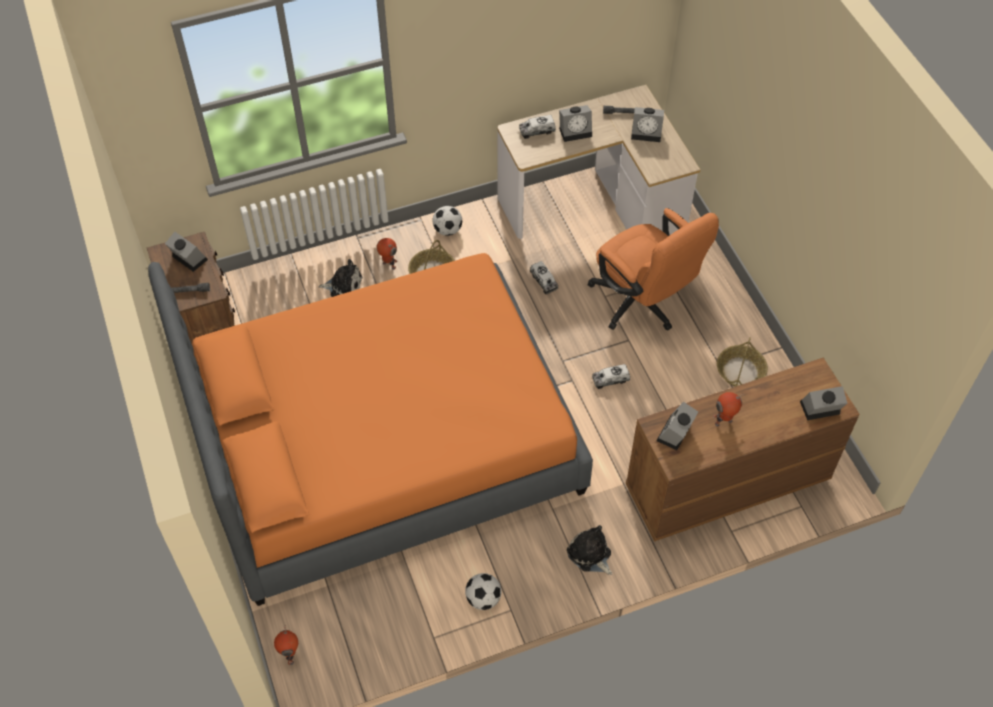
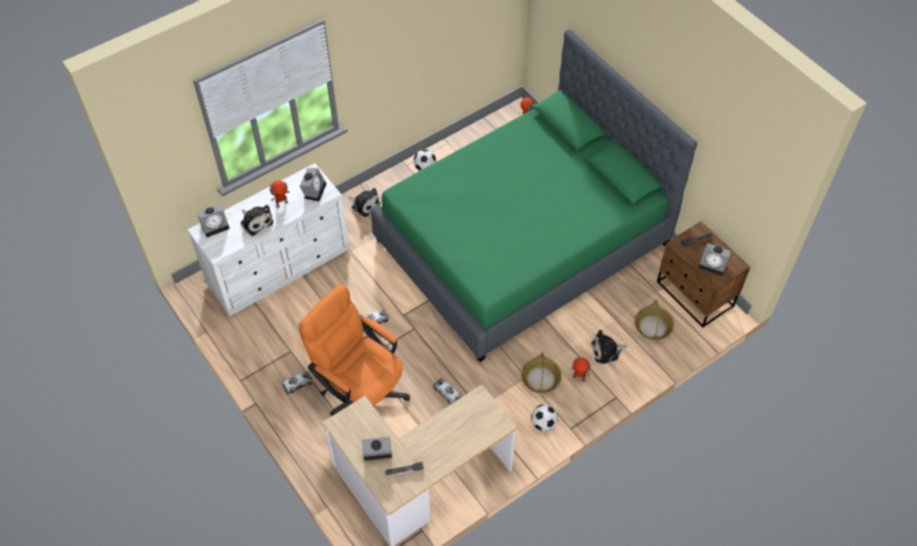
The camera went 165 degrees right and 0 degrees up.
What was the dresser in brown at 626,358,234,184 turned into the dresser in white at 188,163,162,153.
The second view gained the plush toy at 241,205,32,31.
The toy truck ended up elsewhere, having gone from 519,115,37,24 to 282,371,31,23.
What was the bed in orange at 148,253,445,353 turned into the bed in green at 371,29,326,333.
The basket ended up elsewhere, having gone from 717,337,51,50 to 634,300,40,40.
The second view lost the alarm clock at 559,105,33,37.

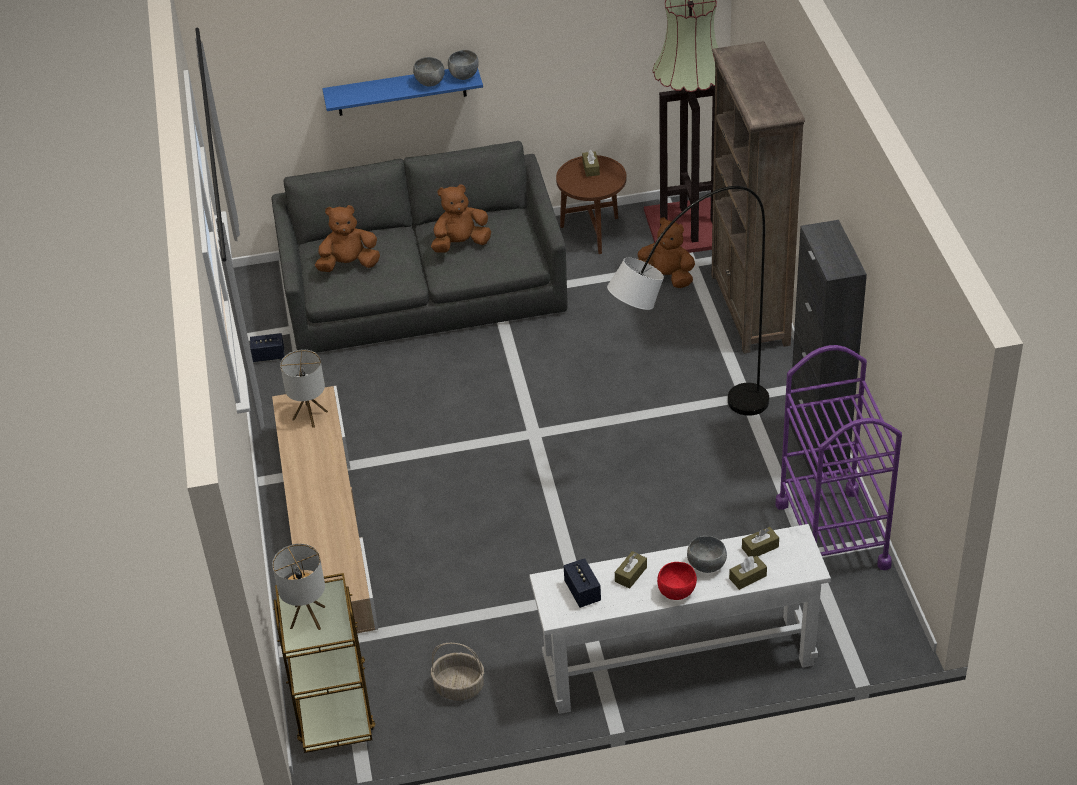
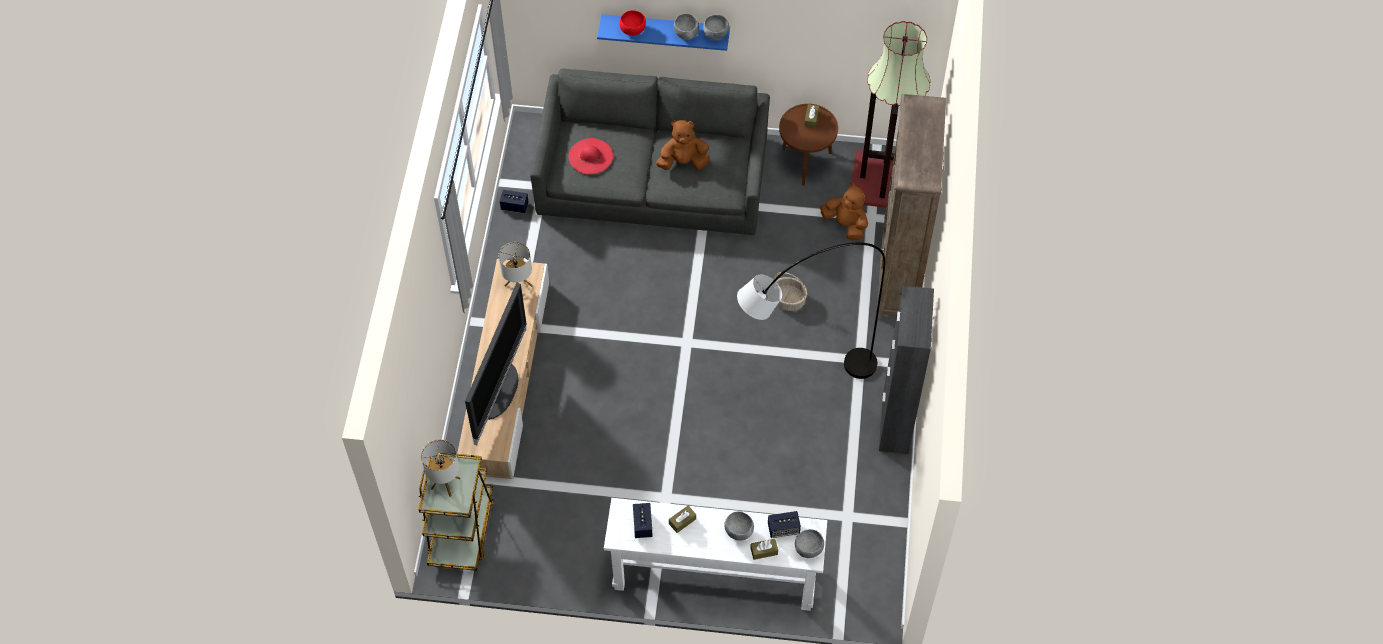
The camera went 15 degrees right and 15 degrees up.
The second view gained the television at 465,283,62,162.
Where the plush toy in brown stood at 315,205,65,67, the hat in red came to stand at 568,138,45,37.
The bowl in red ended up elsewhere, having gone from 657,562,40,38 to 620,10,26,26.
Where the tissue box in brown stood at 742,527,37,30, the speaker came to stand at 768,511,33,27.
The basket ended up elsewhere, having gone from 431,643,53,58 to 774,272,33,39.
The second view gained the bowl in grey at 795,529,29,29.
The second view lost the cart in purple at 775,345,127,225.

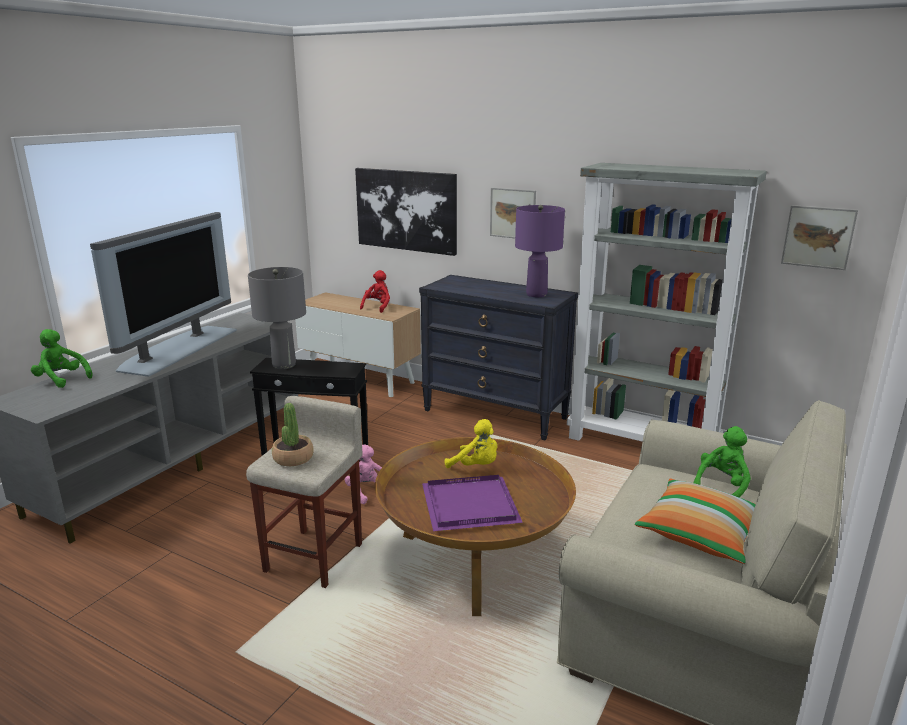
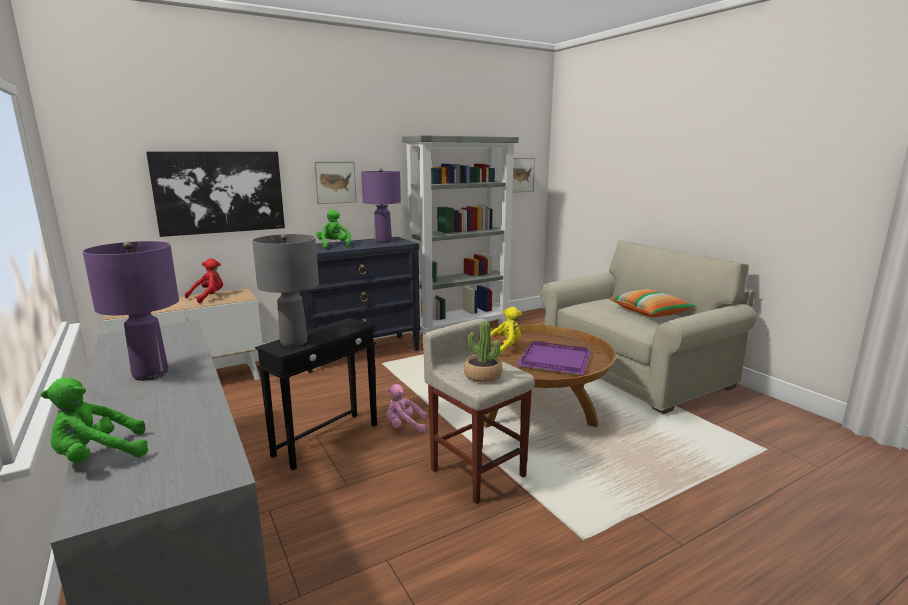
The camera went 60 degrees left and 5 degrees down.
Where the television stood at 90,212,147,165, the table lamp in purple came to stand at 83,241,96,140.
The plush toy in red at 360,270,30,43 ended up facing another way, 75 degrees clockwise from before.
The plush toy in green ended up elsewhere, having gone from 693,426,58,72 to 317,209,34,39.

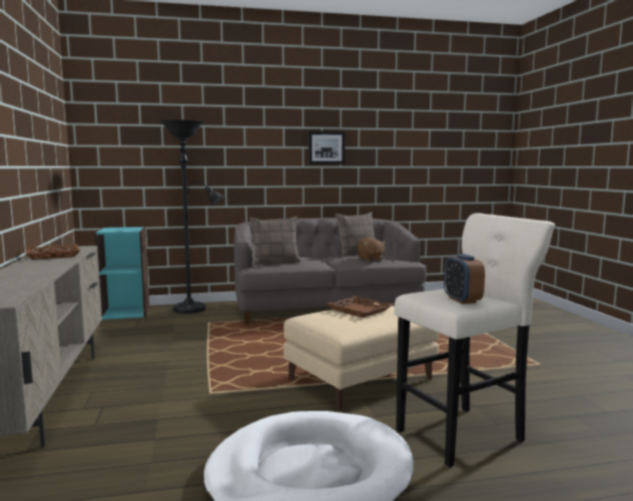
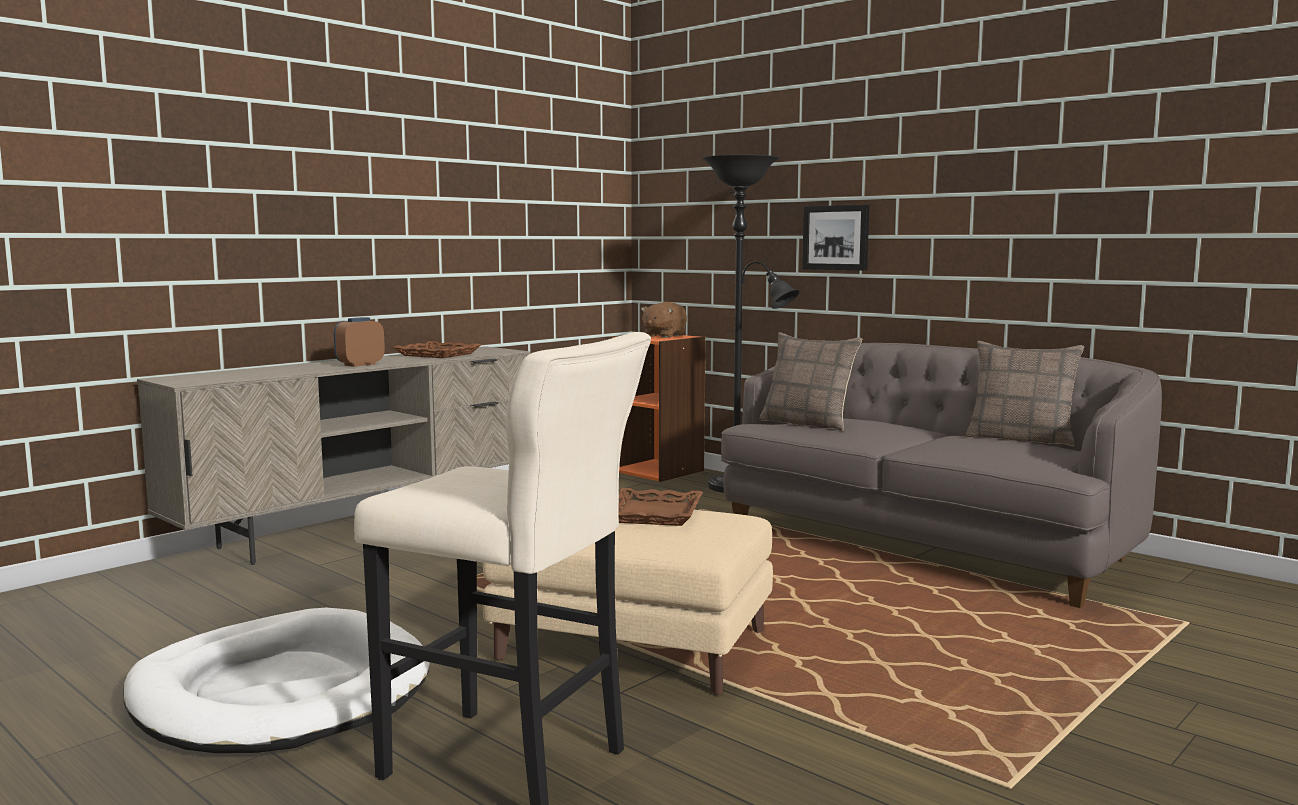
The camera went 55 degrees right and 0 degrees up.
The alarm clock ended up elsewhere, having gone from 444,254,41,50 to 334,317,51,50.
What was the bookcase in turquoise at 94,227,56,93 turned into the bookcase in orange at 611,335,94,147.
The plush toy in brown ended up elsewhere, having gone from 358,237,28,24 to 641,302,46,36.
The picture ended up elsewhere, having gone from 308,131,37,33 to 802,205,67,66.

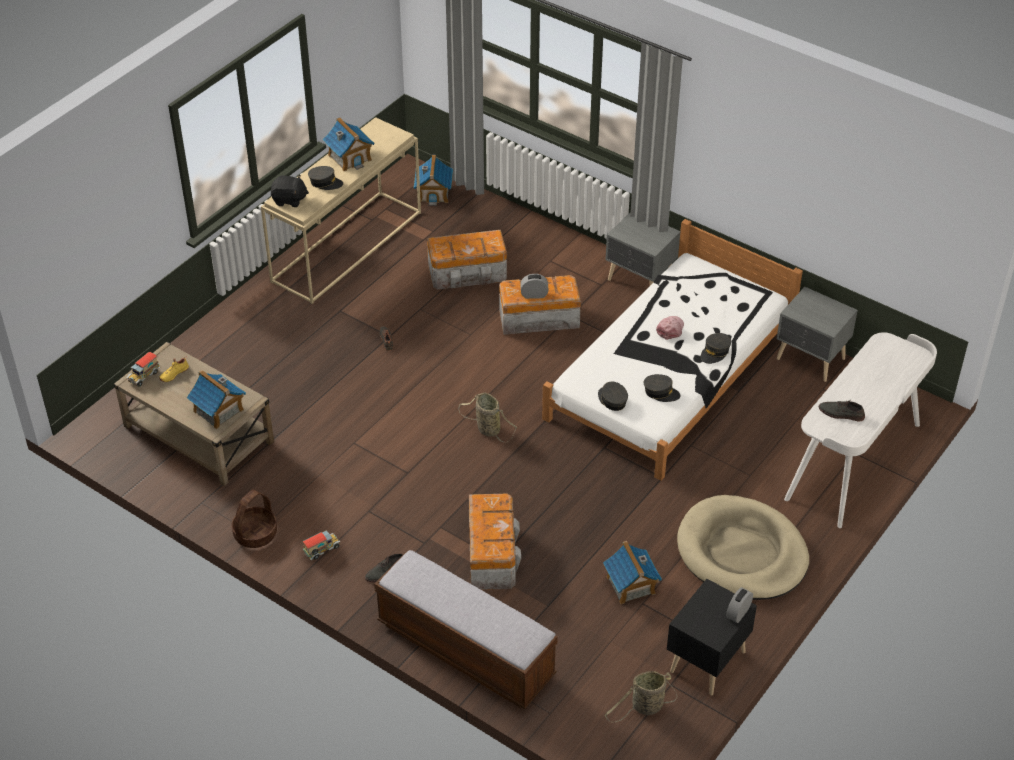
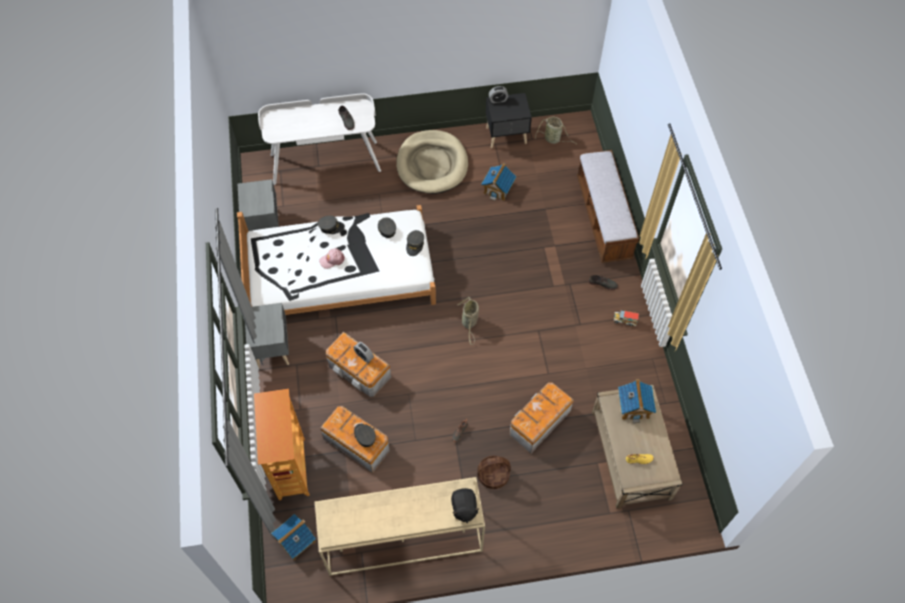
The camera went 135 degrees left and 15 degrees up.
The second view gained the bookcase at 254,389,56,111.
The cap in grey ended up elsewhere, having gone from 308,166,35,24 to 354,424,22,23.
The plush toy in black at 271,175,38,32 ended up facing another way, 150 degrees counterclockwise from before.
The basket ended up elsewhere, having gone from 232,490,45,58 to 477,456,34,33.
The storage box ended up elsewhere, having gone from 469,494,52,96 to 510,382,64,71.
The second view lost the toy truck at 126,352,34,35.
The second view lost the toy house at 323,117,51,54.

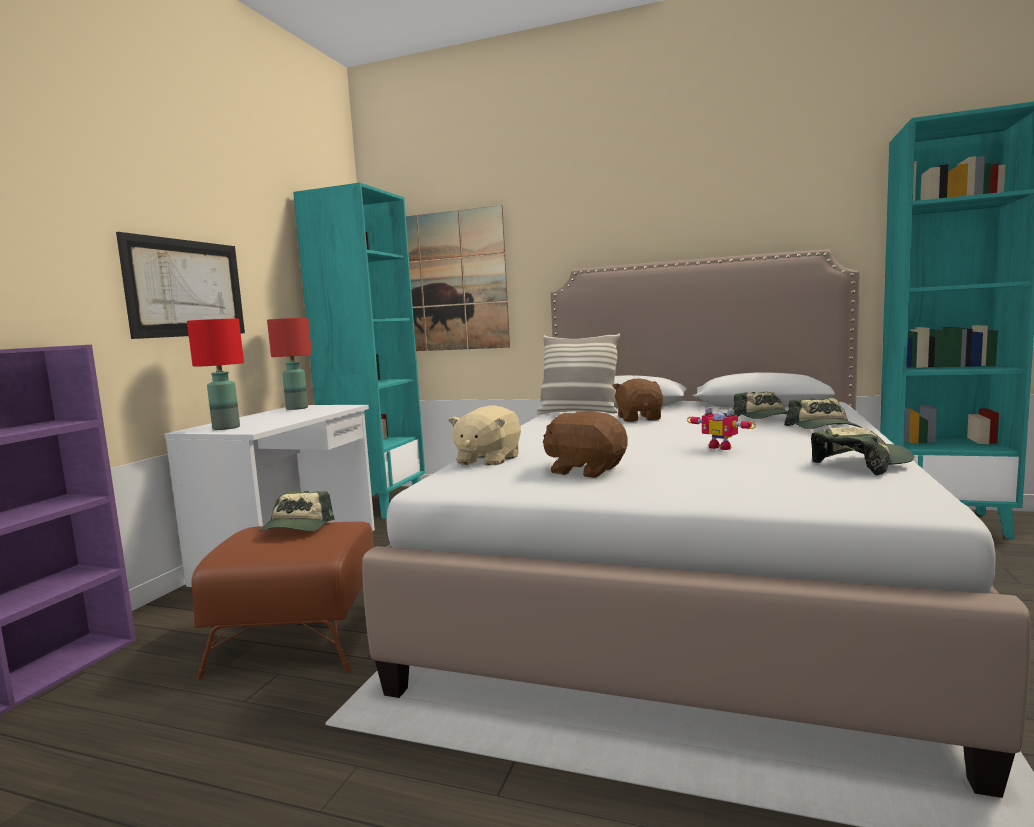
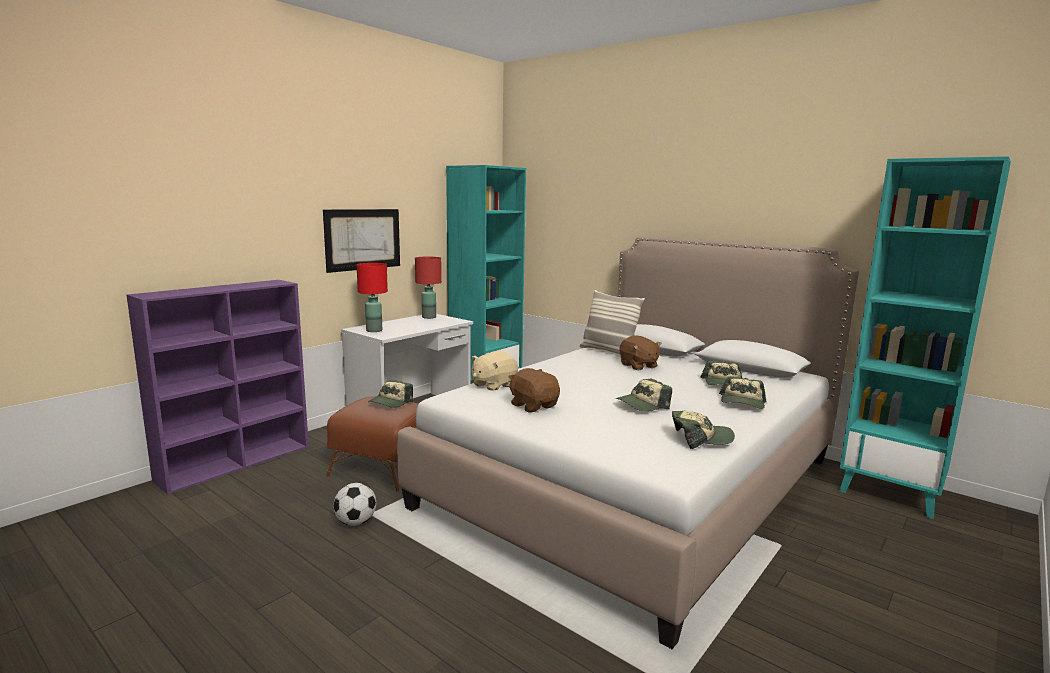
The camera went 20 degrees right and 5 degrees up.
The second view gained the football at 333,483,43,43.
Where the toy robot stood at 687,407,69,43, the cap came to stand at 616,378,56,33.
The plush toy in brown at 612,378,51,44 ended up facing another way, 135 degrees clockwise from before.
The second view lost the picture at 406,205,104,146.

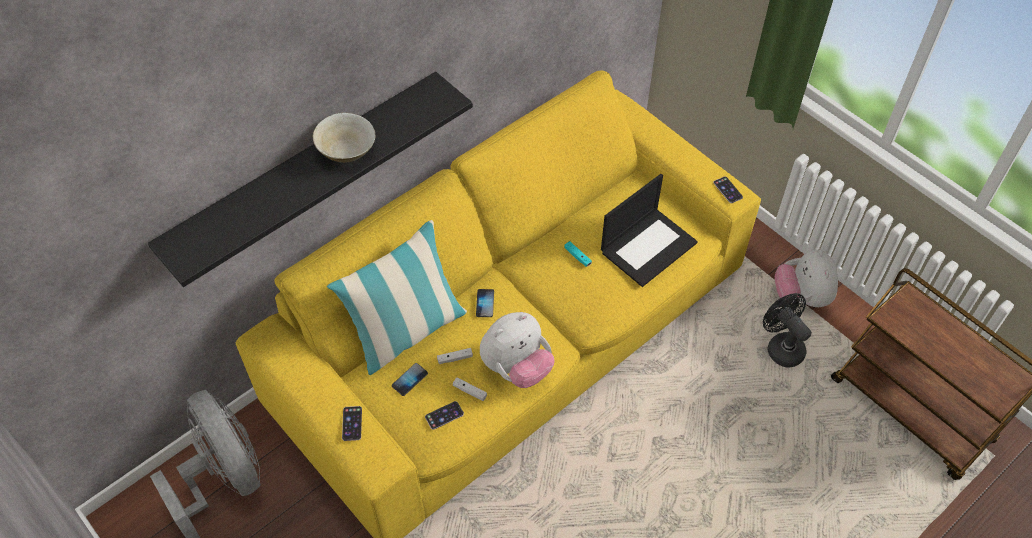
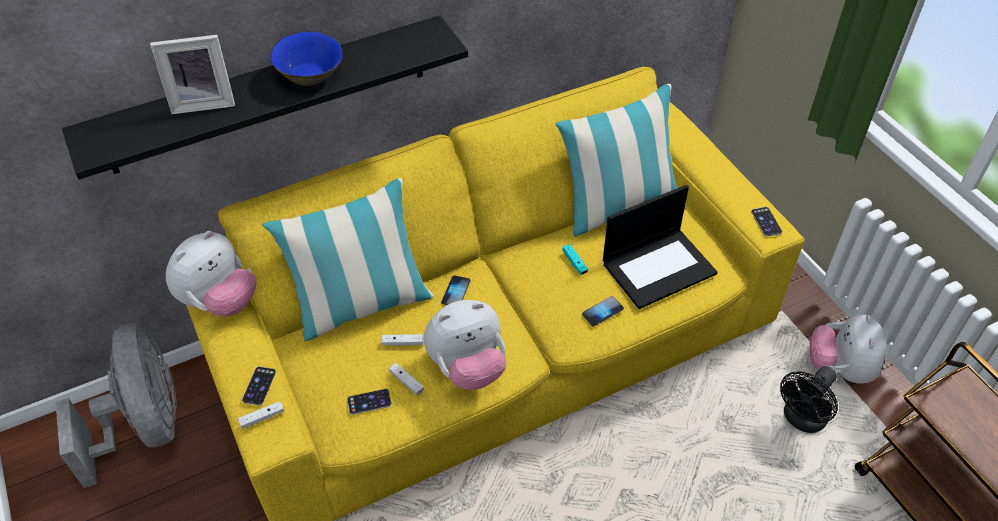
The camera went 15 degrees right and 5 degrees down.
The second view gained the picture frame at 150,35,85,79.
The second view gained the plush toy at 166,231,90,85.
The second view gained the game controller in white at 238,401,46,28.
What was the bowl in beige at 313,113,62,50 turned into the bowl in blue at 271,32,72,54.
The second view gained the pillow at 555,84,122,153.
The phone ended up elsewhere, having gone from 392,363,36,33 to 582,296,42,31.
The fan in black at 763,293,49,75 ended up facing another way, 120 degrees counterclockwise from before.

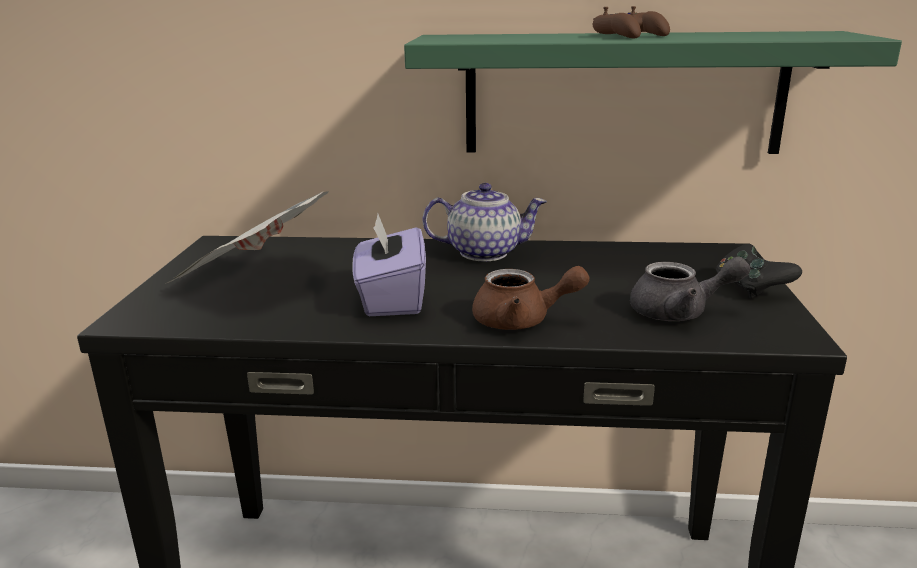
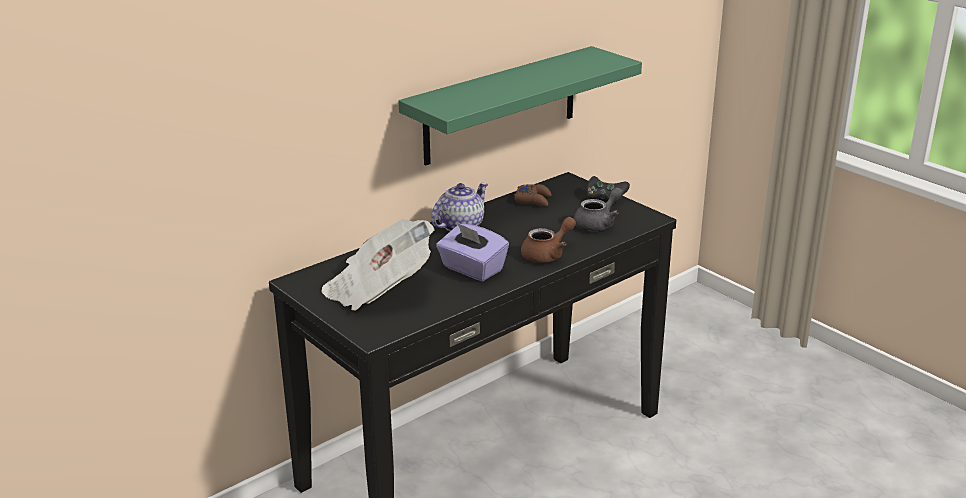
The camera went 45 degrees left and 5 degrees up.
The game controller in brown ended up elsewhere, having gone from 593,6,77,32 to 514,184,37,23.

